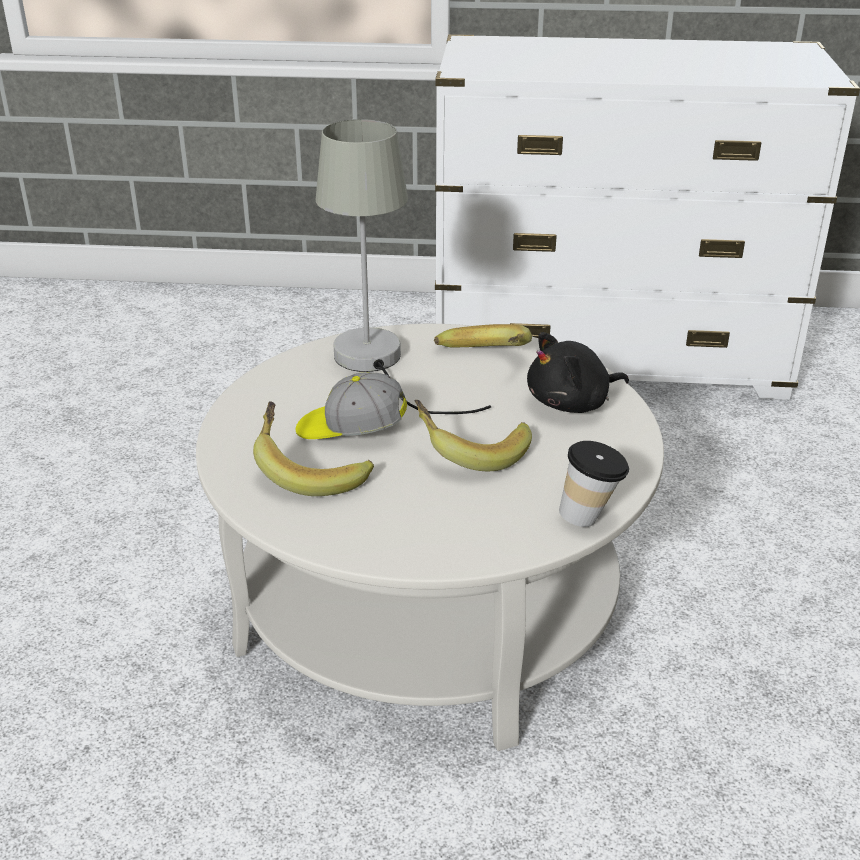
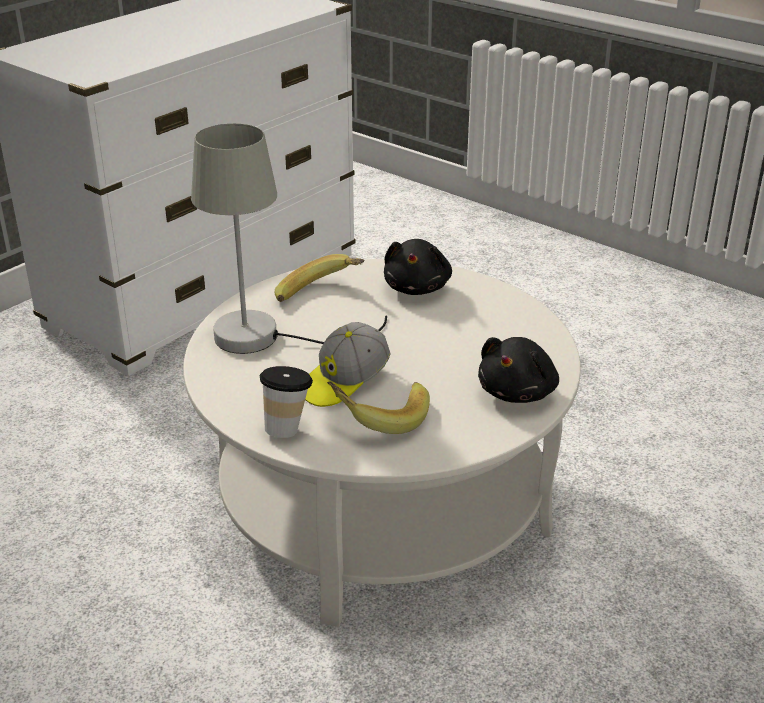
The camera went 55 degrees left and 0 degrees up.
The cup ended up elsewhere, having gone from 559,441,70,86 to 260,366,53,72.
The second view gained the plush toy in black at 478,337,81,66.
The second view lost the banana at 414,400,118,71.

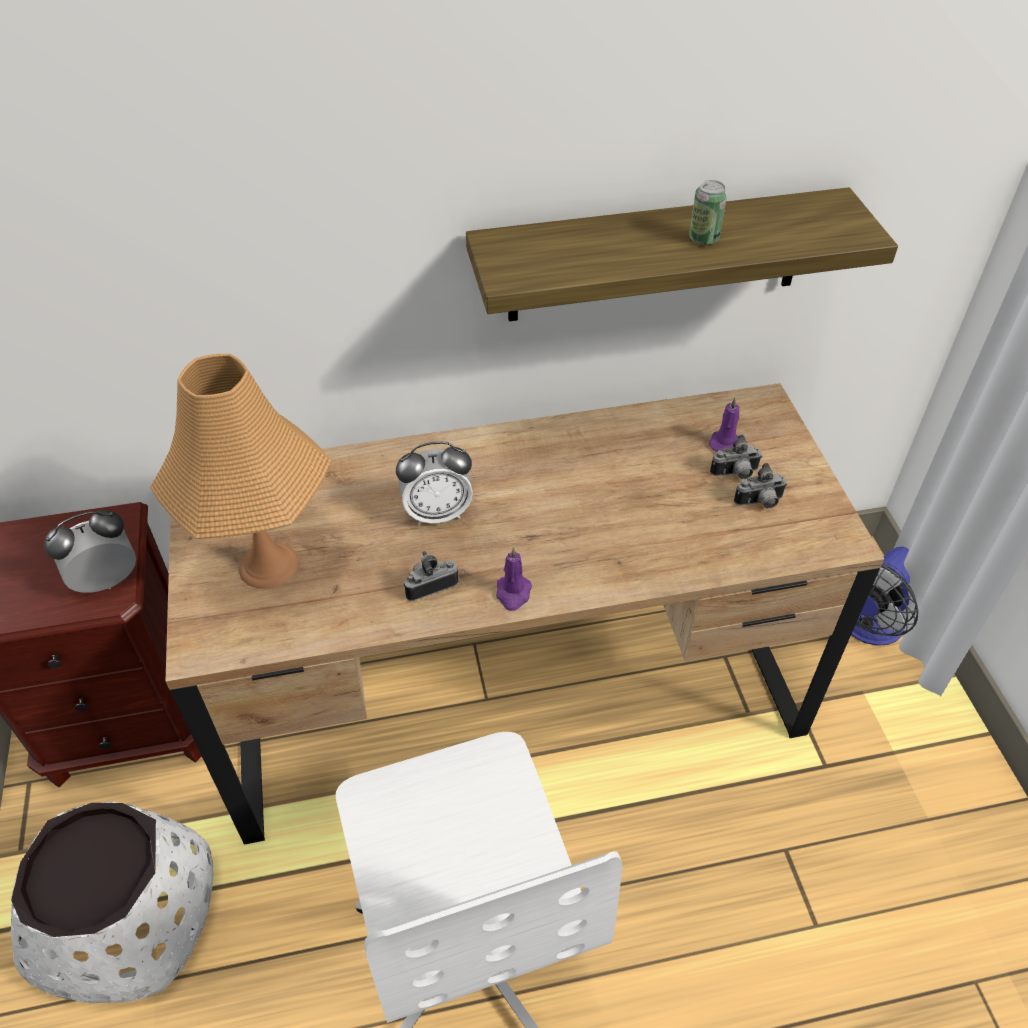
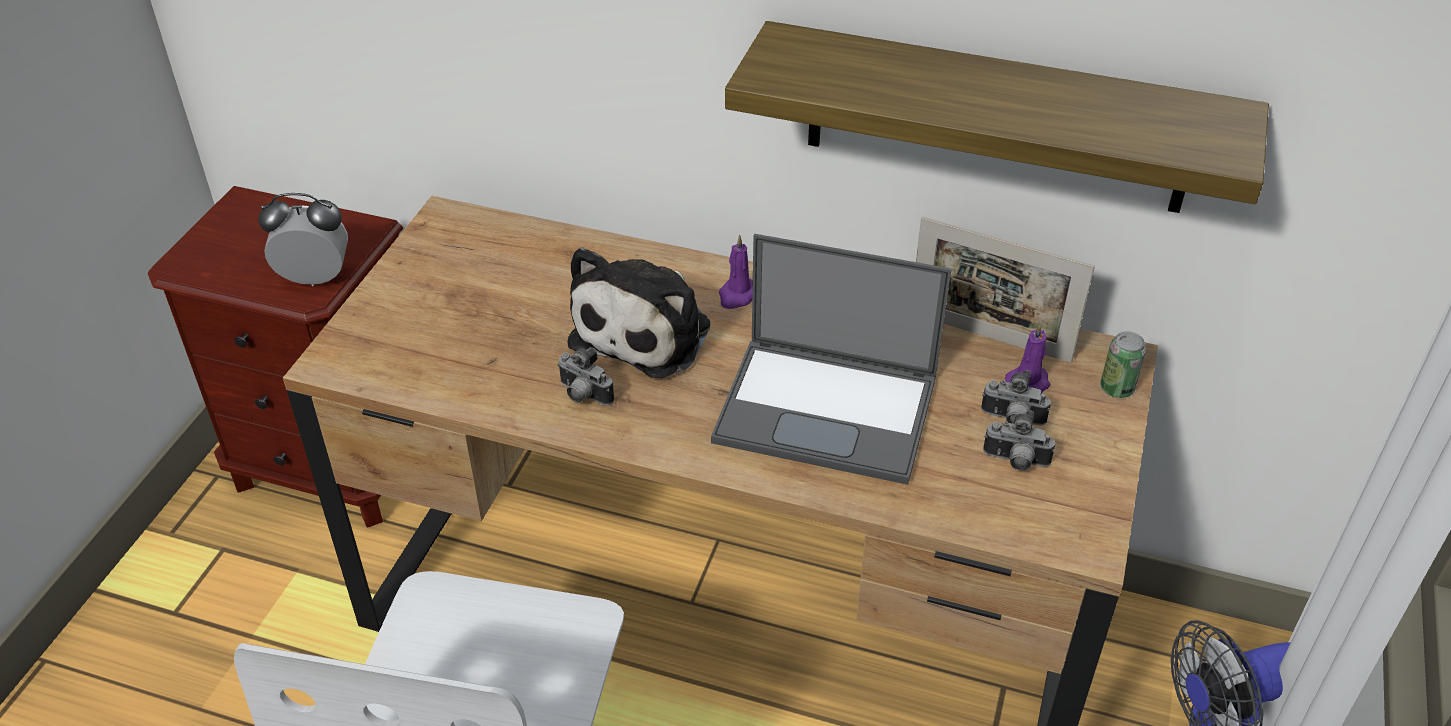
The camera went 30 degrees right and 5 degrees down.
The photo camera at 403,551,55,50 ended up facing another way, 150 degrees counterclockwise from before.
Where the alarm clock stood at 396,442,77,83, the plush toy came to stand at 568,247,142,131.
The second view gained the laptop at 711,234,240,251.
The candle in purple ended up elsewhere, having gone from 496,547,36,64 to 719,234,34,75.
The second view gained the picture frame at 916,217,179,146.
The can ended up elsewhere, having gone from 689,180,38,65 to 1100,331,46,67.
The second view lost the planter in white at 11,802,203,201.
The second view lost the table lamp in orange at 150,354,181,235.

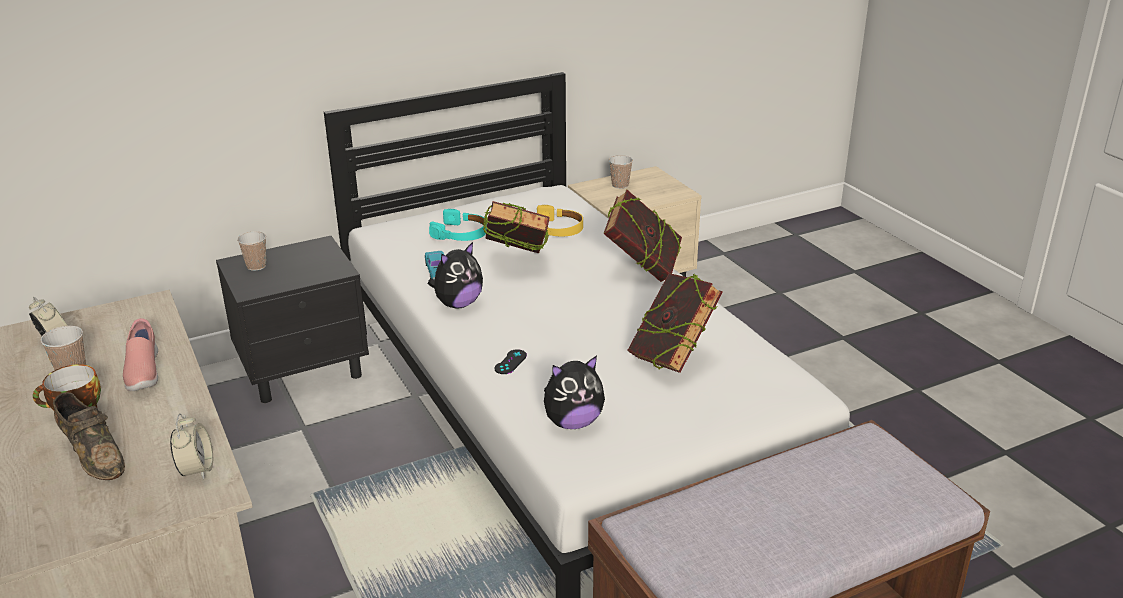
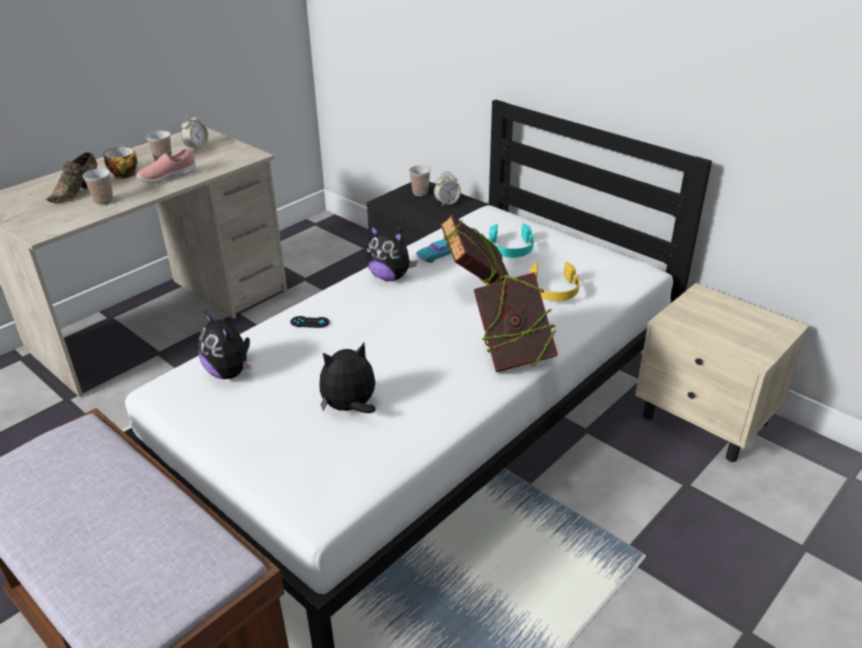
The camera went 70 degrees right and 5 degrees up.
The cup ended up elsewhere, having gone from 609,155,24,34 to 83,168,30,38.
Where the book stood at 627,273,96,100, the plush toy came to stand at 319,343,57,70.
The alarm clock ended up elsewhere, having gone from 170,413,43,67 to 434,172,27,34.

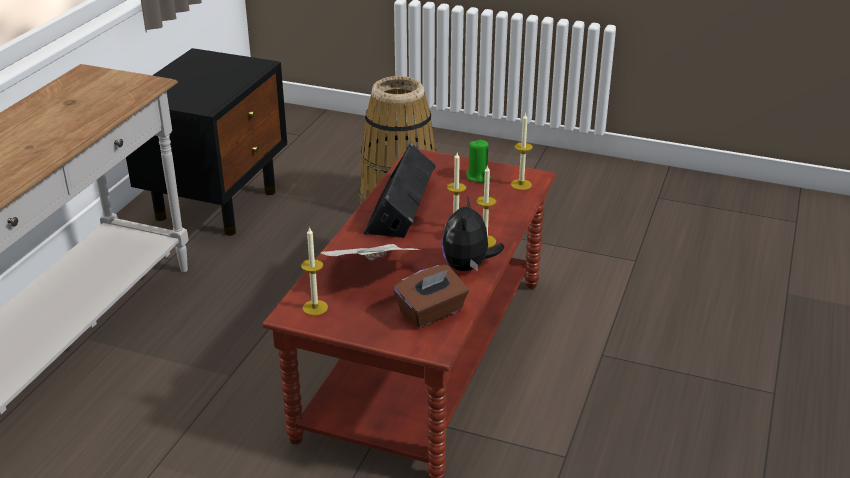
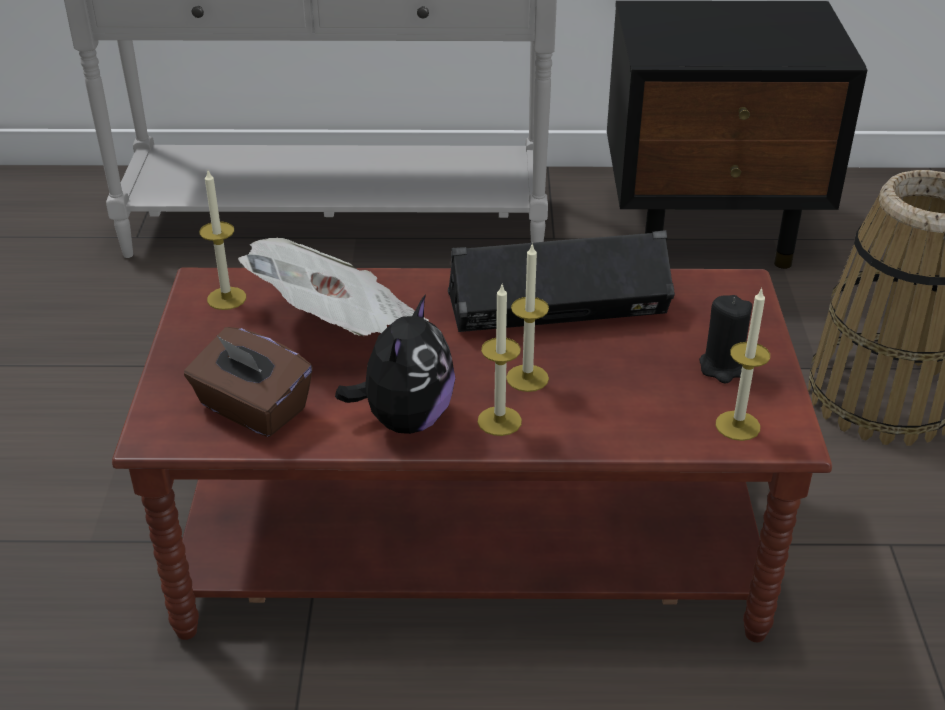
The camera went 70 degrees right and 5 degrees up.
The plush toy at 442,196,62,75 ended up facing another way, 120 degrees clockwise from before.
What was the candle in green at 466,139,25,44 turned into the candle in black at 699,295,53,88.

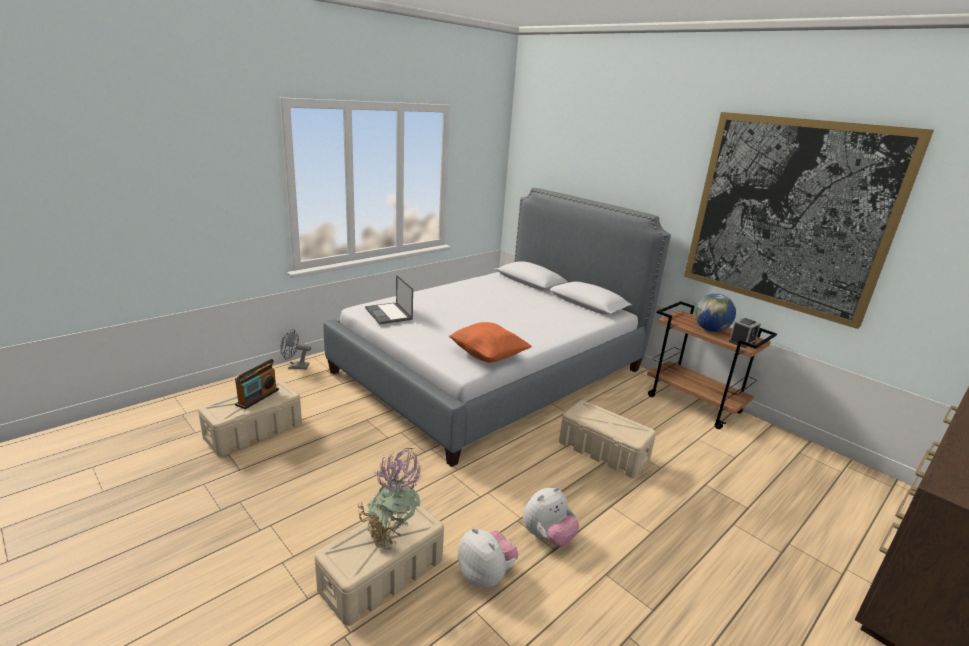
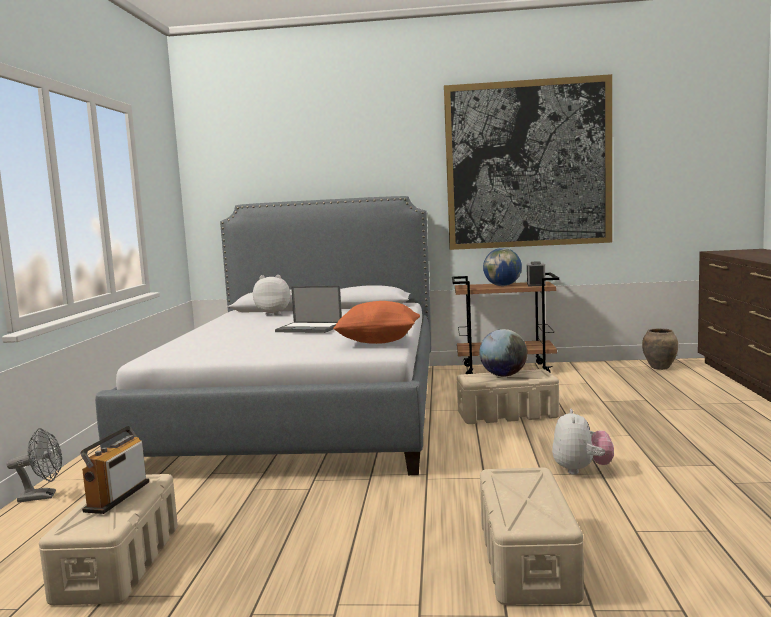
The camera went 40 degrees left and 15 degrees down.
The fan in grey at 280,329,31,40 ended up facing another way, 150 degrees counterclockwise from before.
The radio at 235,359,44,50 ended up facing another way, 150 degrees counterclockwise from before.
The plush toy ended up elsewhere, having gone from 458,527,60,61 to 253,275,38,40.
The laptop ended up elsewhere, having gone from 365,275,48,50 to 275,286,67,47.
The second view gained the globe at 479,329,48,48.
The second view gained the vase in brown at 642,328,36,42.
The second view lost the potted plant at 358,448,66,102.

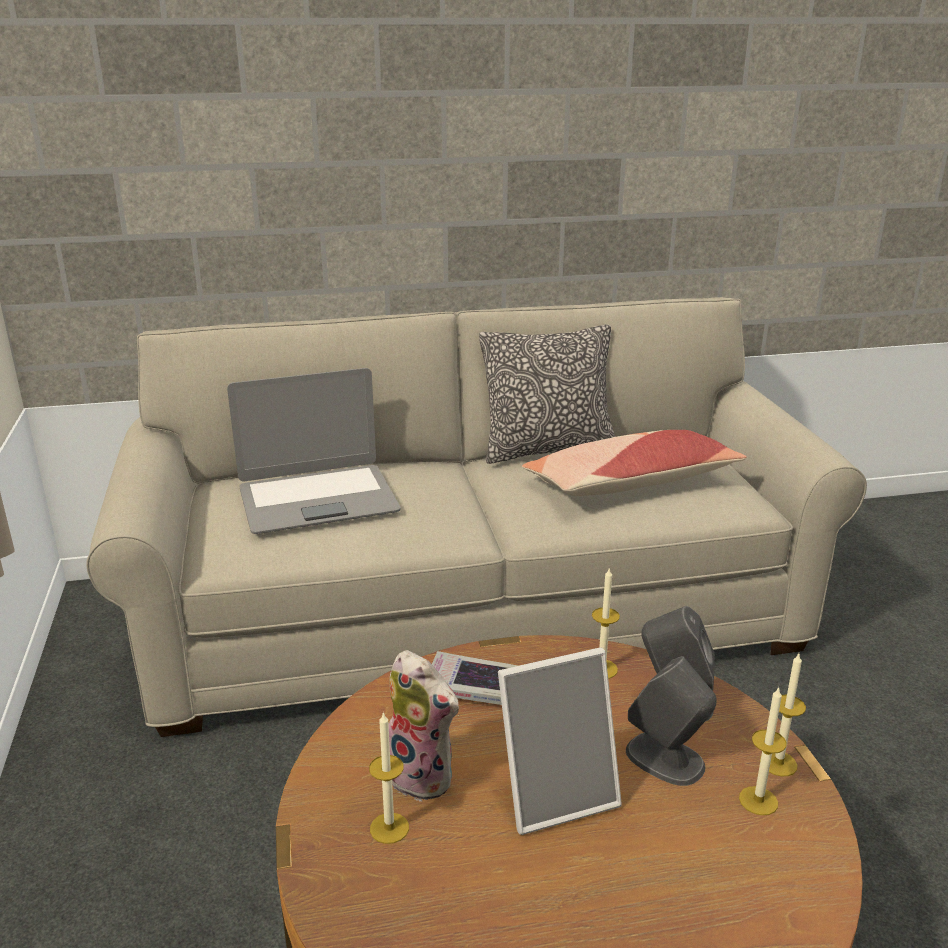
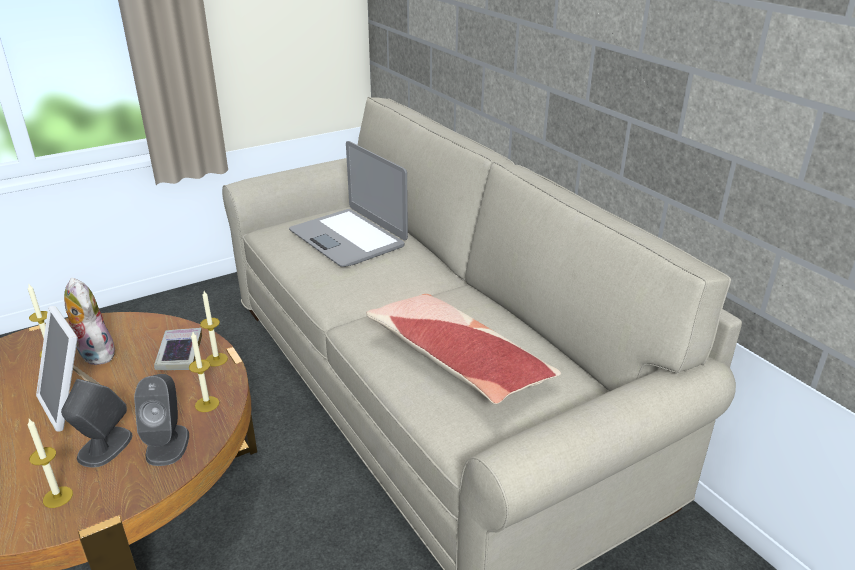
The camera went 70 degrees right and 5 degrees up.
The plush toy at 389,650,70,152 ended up facing another way, 120 degrees clockwise from before.
The candle ended up elsewhere, having gone from 760,654,46,122 to 200,291,28,75.
The second view lost the pillow at 479,324,136,140.

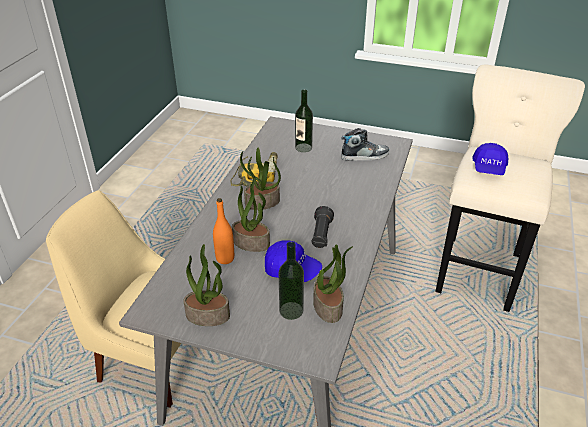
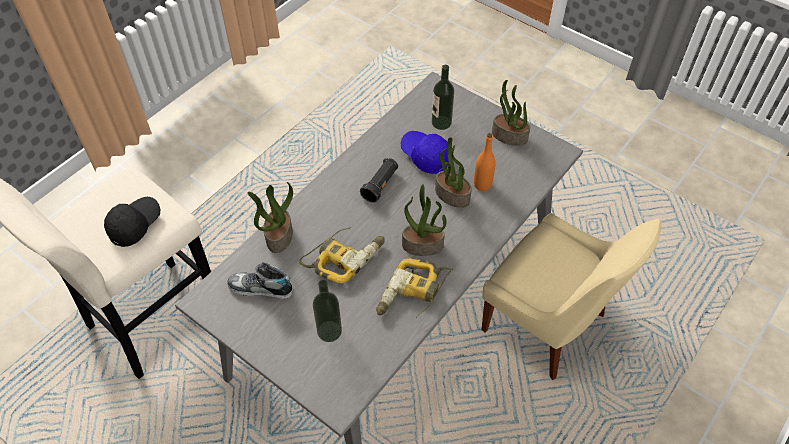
The camera went 160 degrees left and 15 degrees up.
What was the cap in blue at 472,143,36,32 turned into the cap in black at 104,197,56,50.
The potted plant ended up elsewhere, having gone from 313,244,40,79 to 248,182,45,71.
The second view gained the power drill at 300,227,85,57.

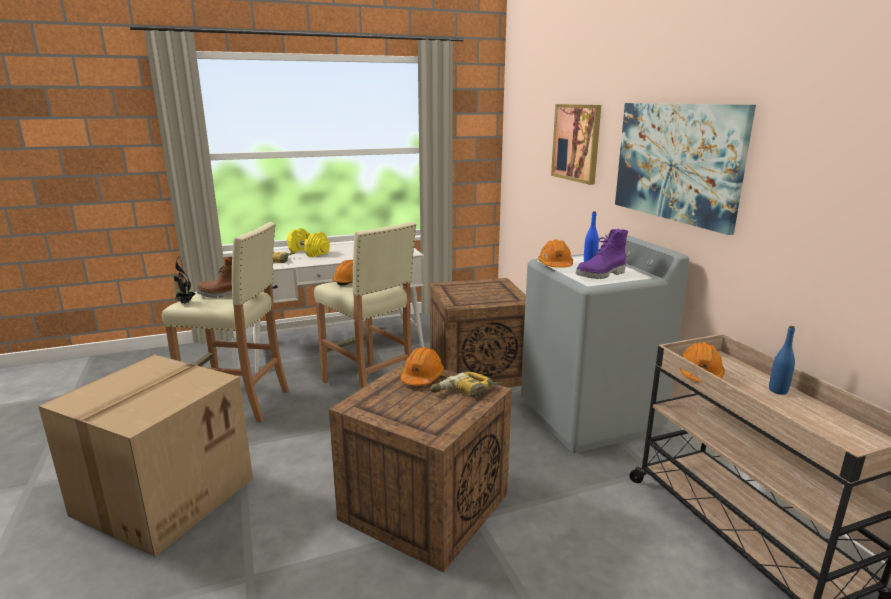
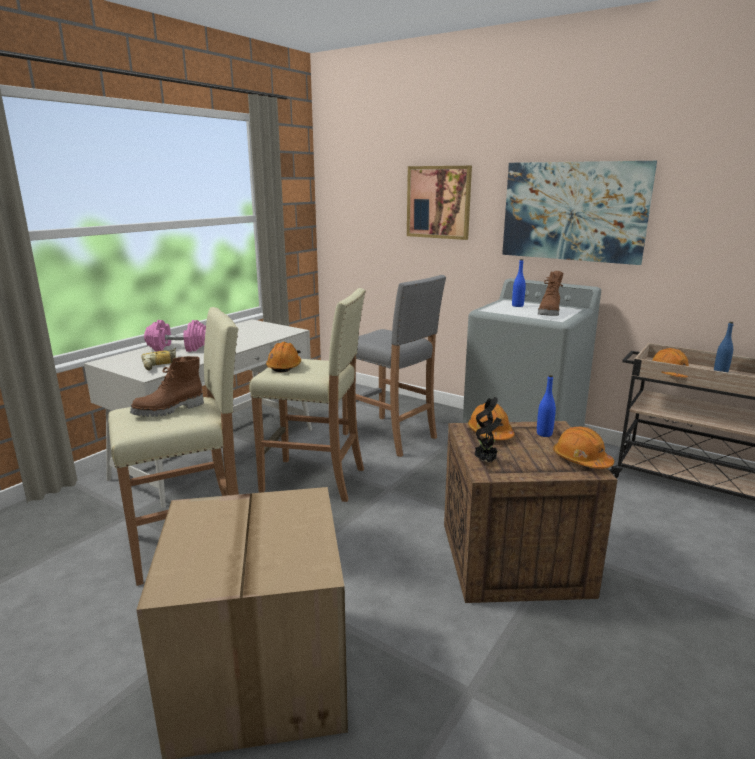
The camera went 35 degrees left and 0 degrees up.
What was the dumbbell in yellow at 287,228,43,29 turned into the dumbbell in pink at 144,320,62,32.
Where the crate stood at 430,278,96,109, the stool in grey came to stand at 342,275,104,182.
The potted plant ended up elsewhere, having gone from 174,256,21,48 to 474,397,28,65.
Where the power drill stood at 430,372,73,27, the bottle in blue came to stand at 537,375,19,62.
What was the boot in purple at 575,229,53,50 turned into the boot in brown at 538,271,25,45.
The hard hat in orange ended up elsewhere, having gone from 538,239,35,29 to 553,427,61,42.

